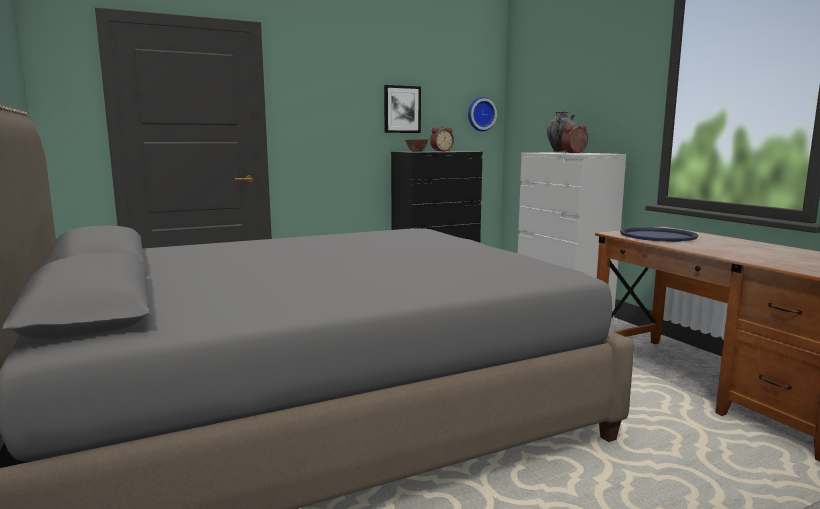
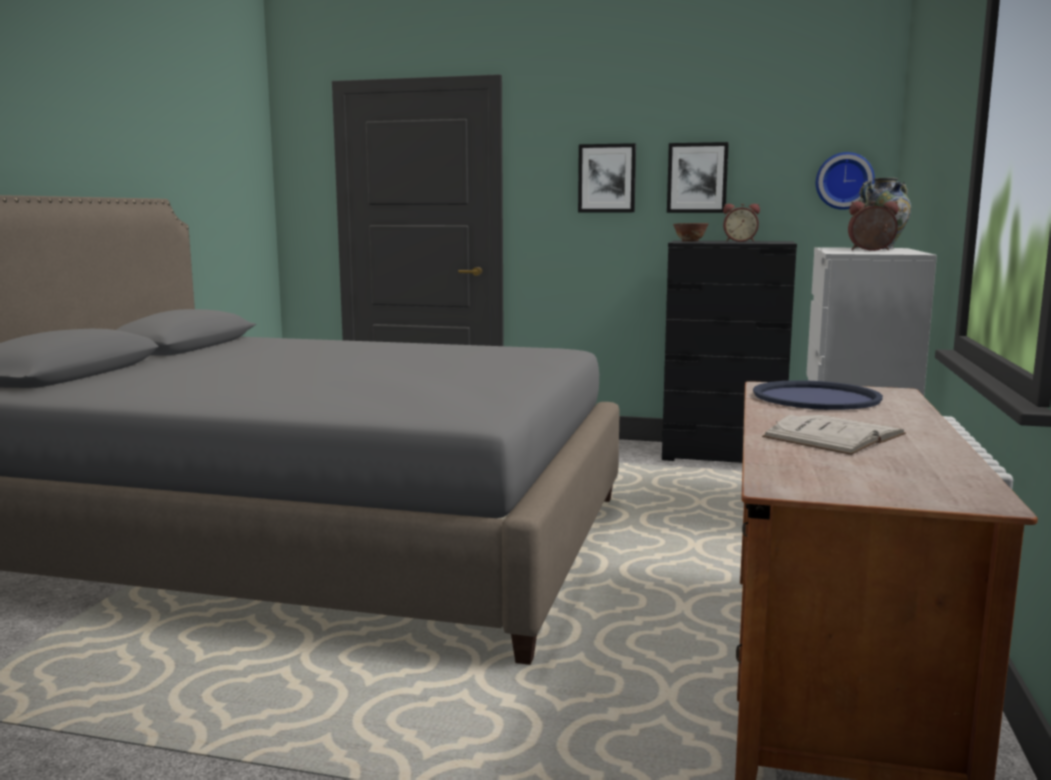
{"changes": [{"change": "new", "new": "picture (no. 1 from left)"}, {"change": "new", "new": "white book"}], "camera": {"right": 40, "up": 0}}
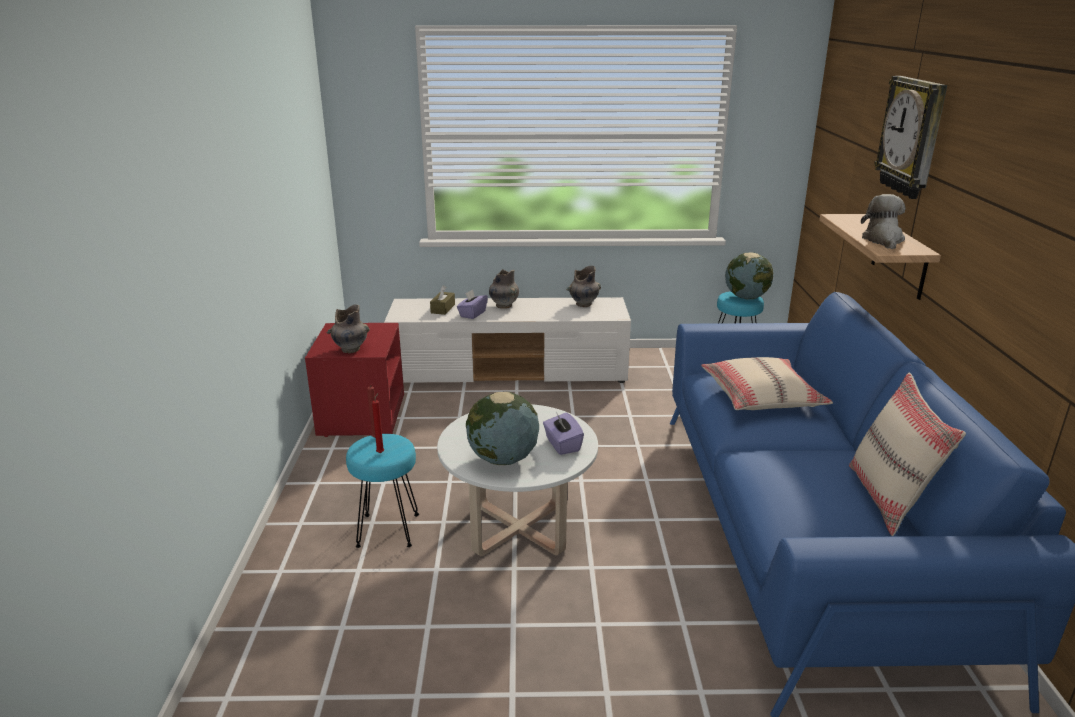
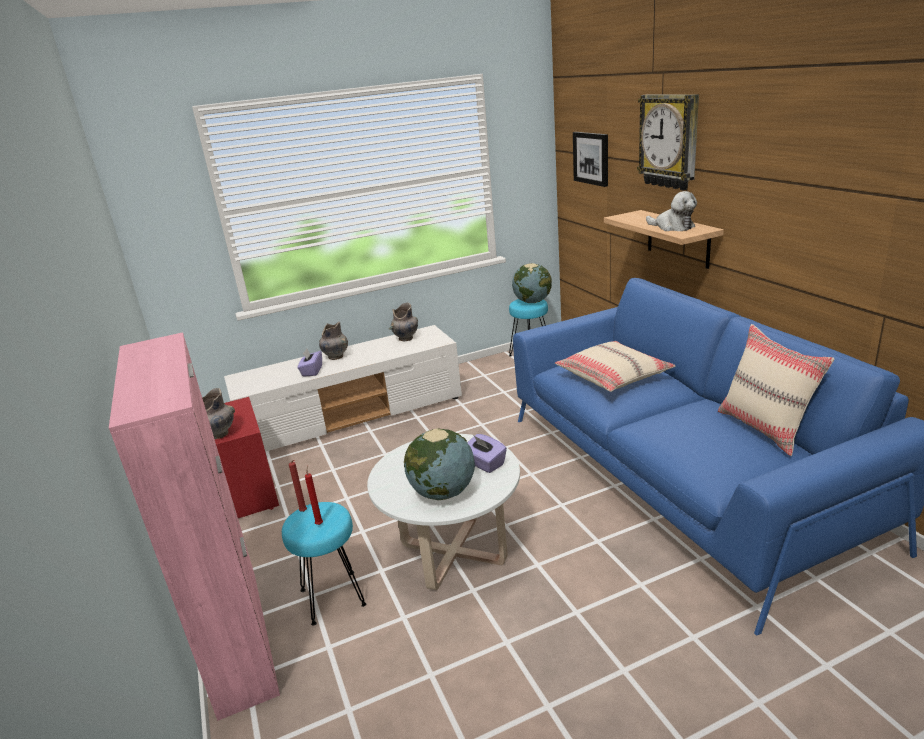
{"changes": [{"change": "rotated", "old": "plush toy", "degrees": 150}, {"change": "gone", "old": "brown tissue box"}, {"change": "new", "new": "picture"}, {"change": "new", "new": "pink cabinet"}], "camera": {"right": -20, "up": 0}}
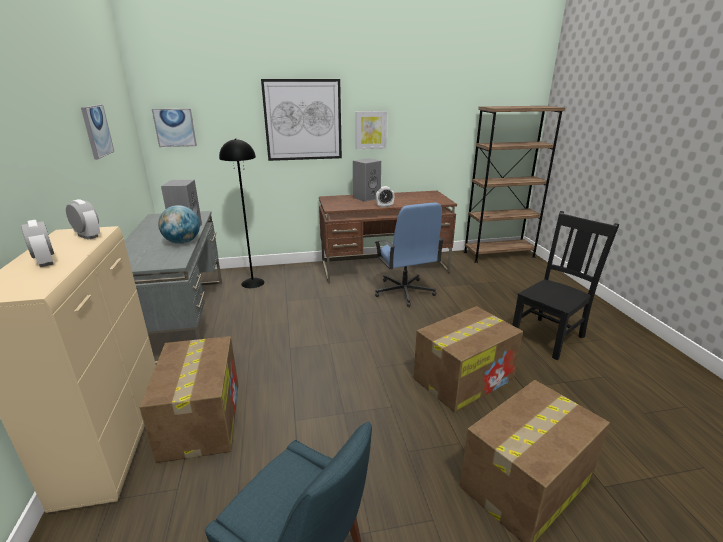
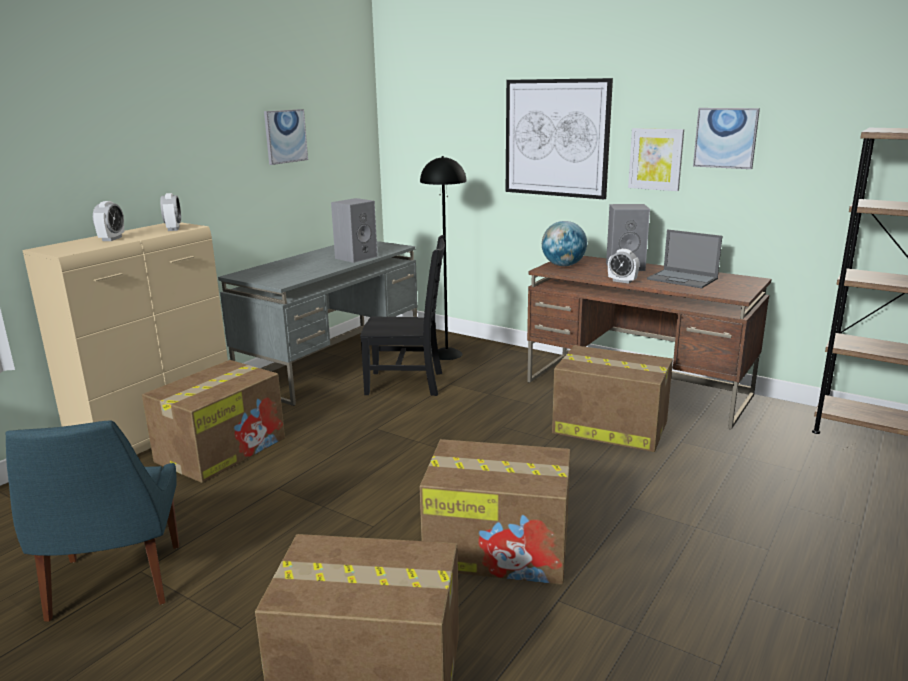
{"changes": [{"change": "shifted", "old": "picture (no. 2 from left in the first image)", "new": "picture (no. 4 from left)"}, {"change": "swapped", "old": "blue office chair", "new": "cardboard box (no. 4 from left)"}, {"change": "shifted", "old": "globe"}, {"change": "shifted", "old": "black chair"}, {"change": "new", "new": "laptop"}], "camera": {"right": 45, "up": -5}}
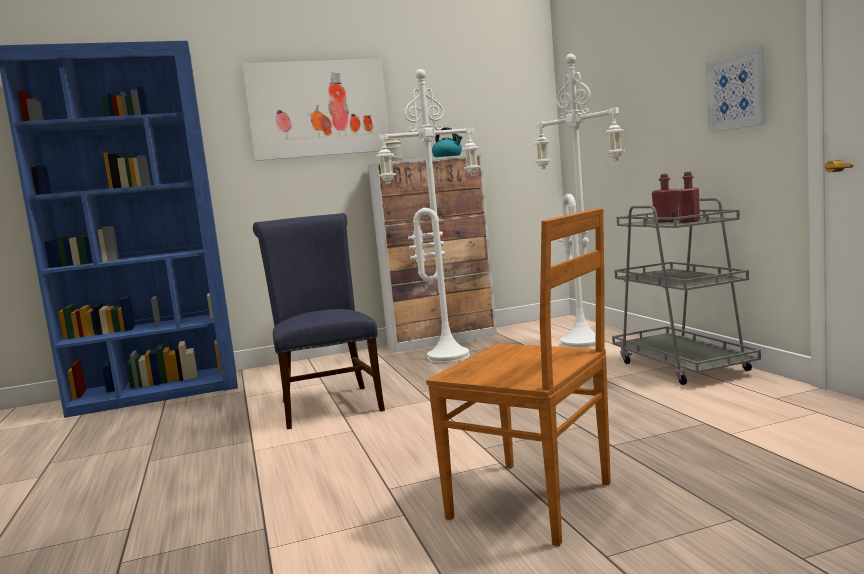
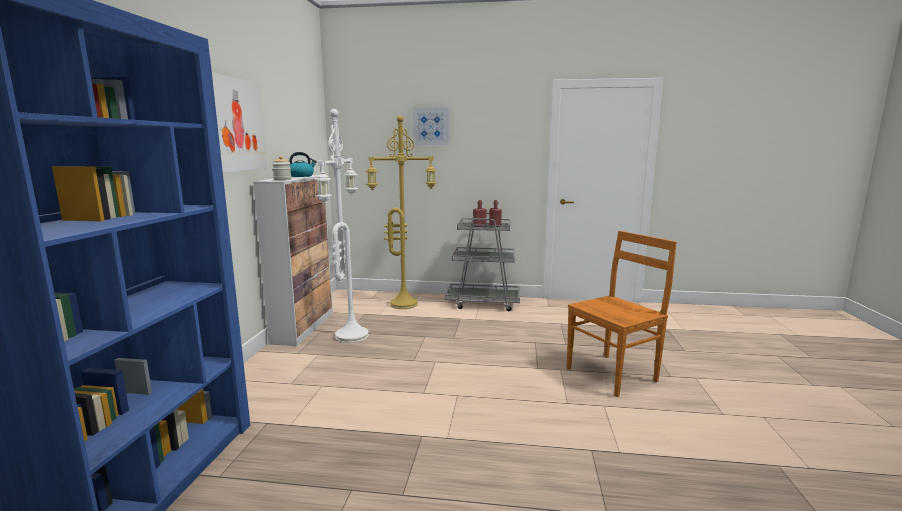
{"changes": [{"change": "shifted", "old": "picture (no. 2 from left)"}, {"change": "repainted", "old": "white floor lamp (no. 2 from left)", "new": "yellow floor lamp"}, {"change": "gone", "old": "blue chair"}], "camera": {"right": -65, "up": 5}}
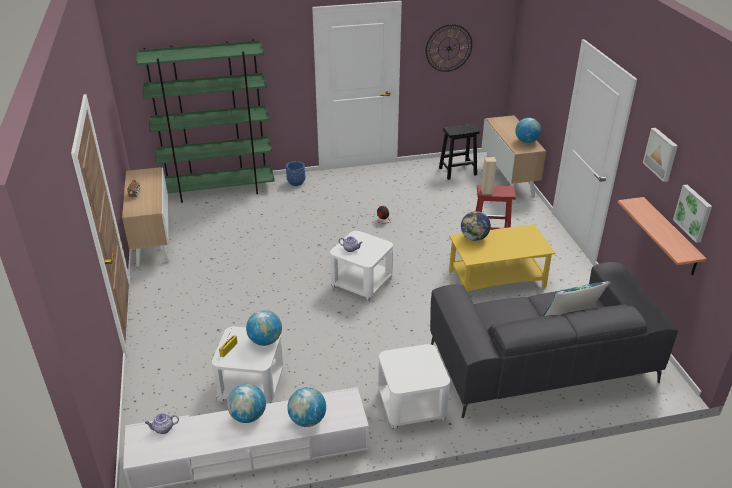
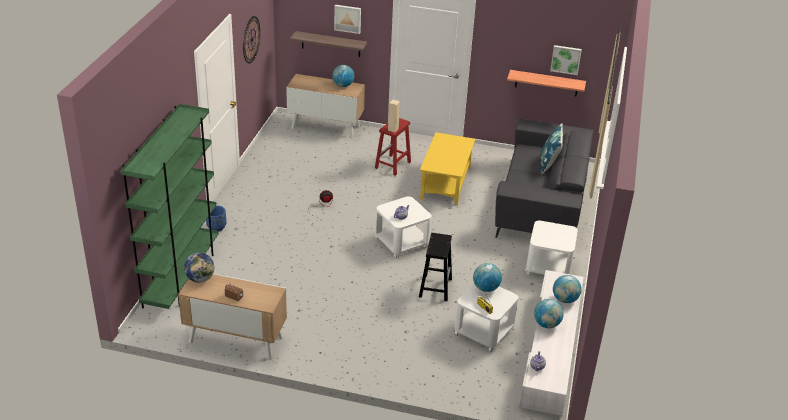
{"changes": [{"change": "shifted", "old": "black stool"}, {"change": "shifted", "old": "picture (no. 1 from left)"}, {"change": "shifted", "old": "globe (no. 4 from left in the first image)", "new": "globe (no. 1 from left)"}, {"change": "new", "new": "shelf (no. 1 from left)"}], "camera": {"right": -65, "up": 0}}
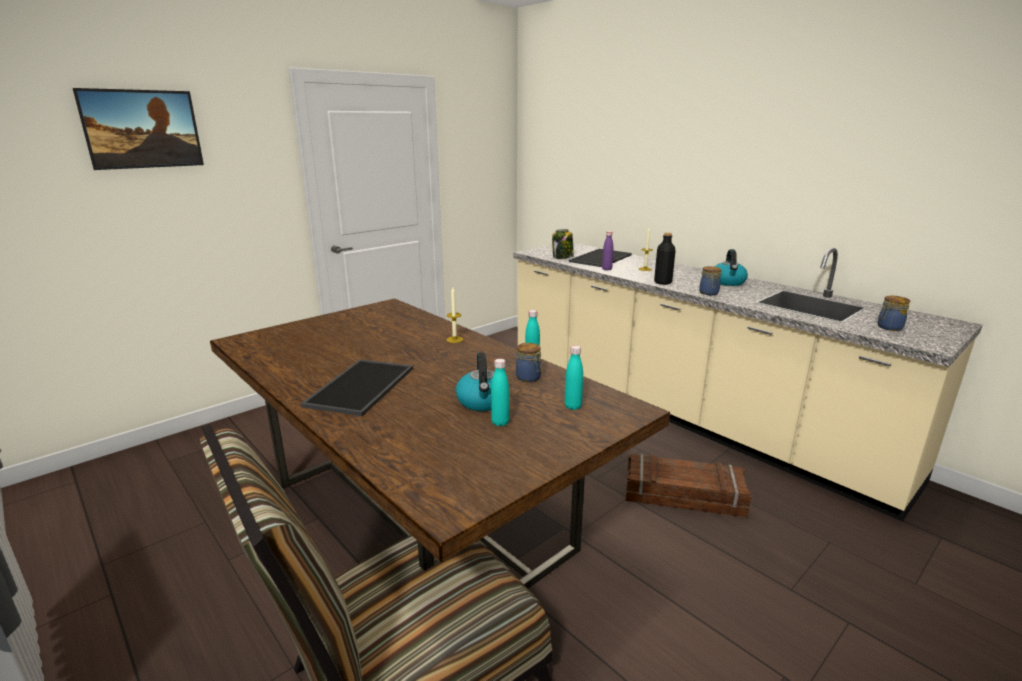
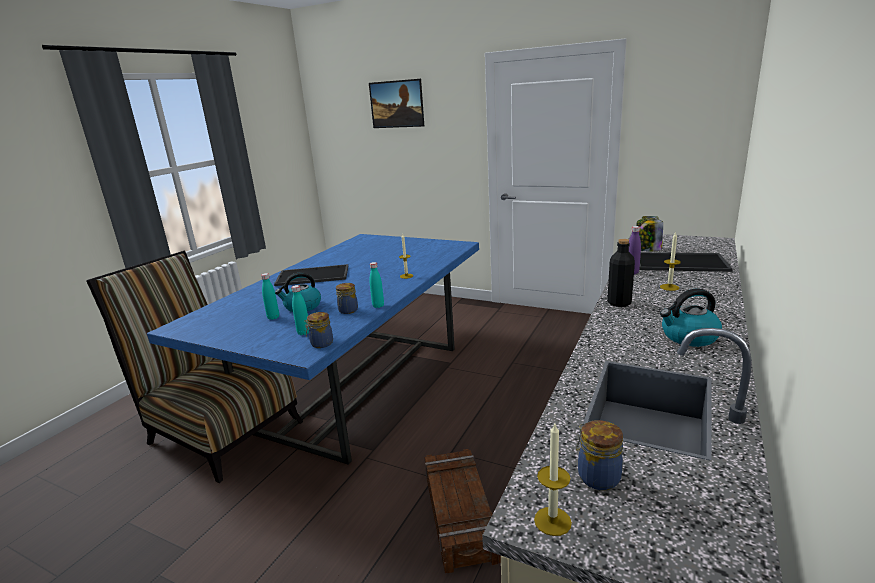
{"changes": [{"change": "shifted", "old": "jar (no. 3 from left in the first image)", "new": "jar (no. 1 from left)"}, {"change": "repainted", "old": "brown dining table", "new": "blue dining table"}, {"change": "new", "new": "candle (no. 2 from left)"}], "camera": {"right": 70, "up": 0}}
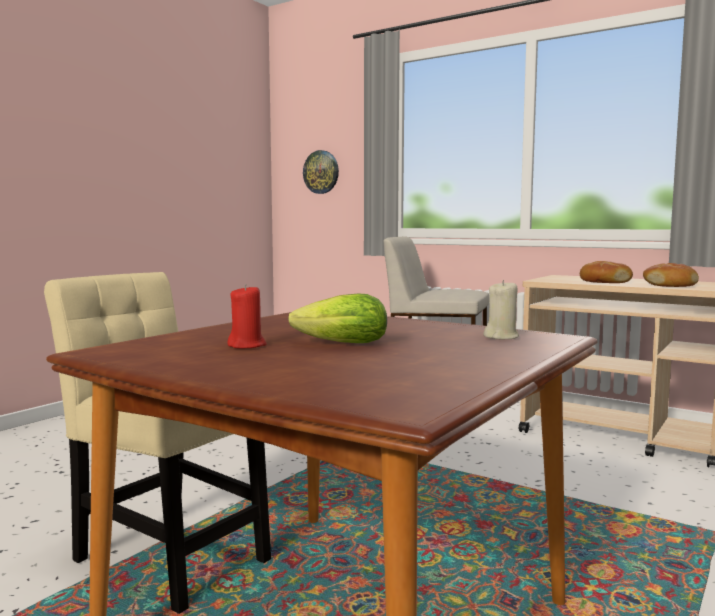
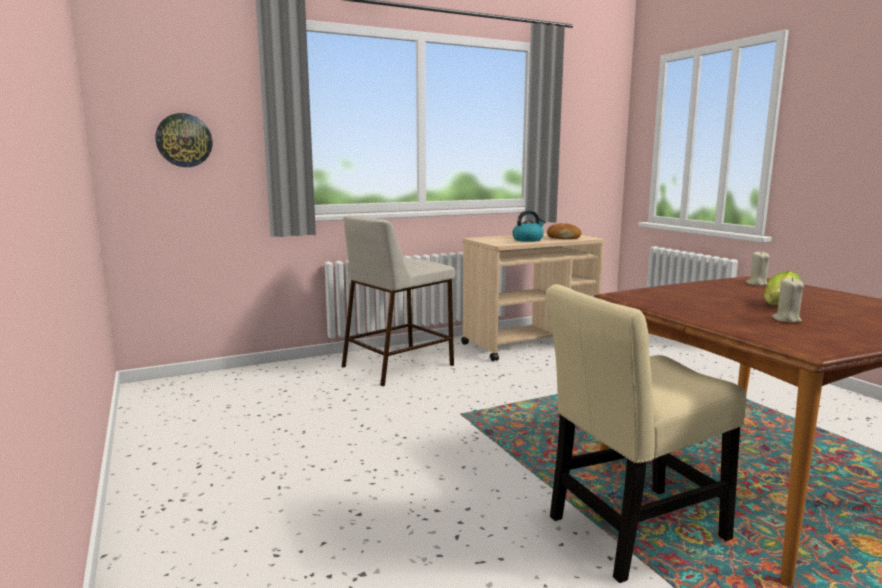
{"changes": [{"change": "swapped", "old": "bread (no. 1 from left)", "new": "kettle"}, {"change": "repainted", "old": "red candle", "new": "beige candle (no. 2 from left)"}], "camera": {"right": -60, "up": 5}}
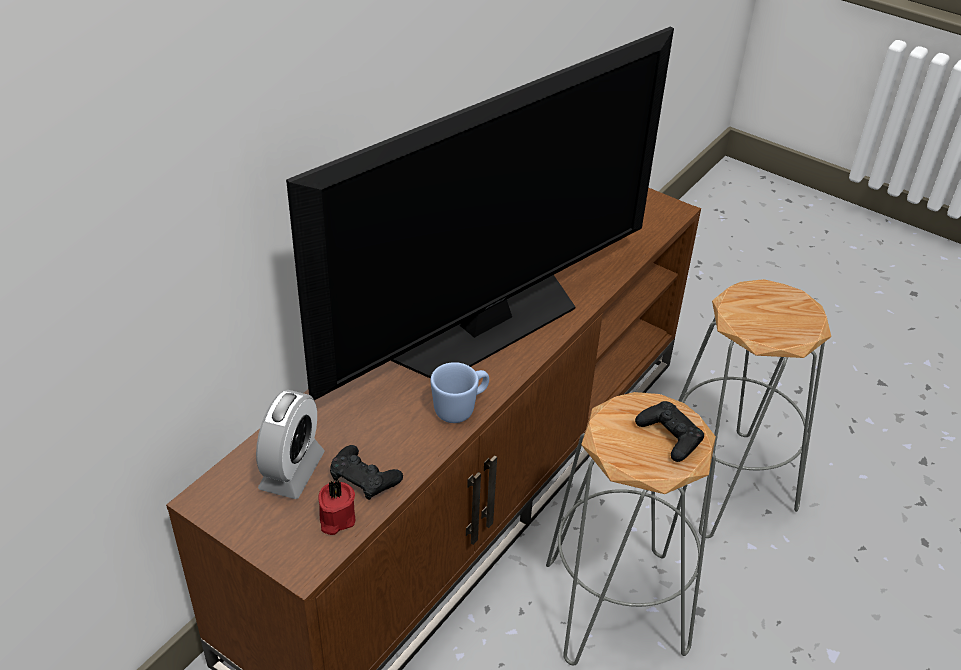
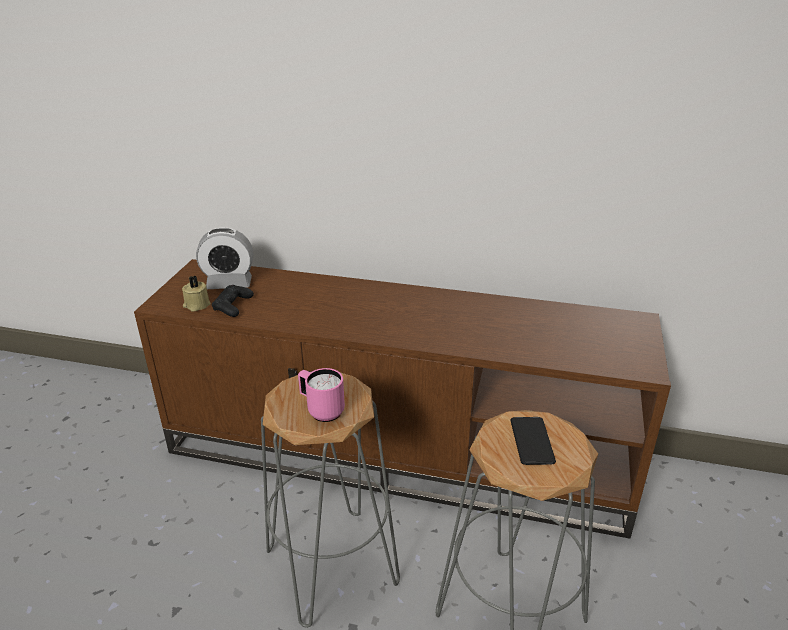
{"changes": [{"change": "gone", "old": "television"}, {"change": "gone", "old": "blue mug"}, {"change": "swapped", "old": "black game controller (no. 2 from left)", "new": "pink mug"}, {"change": "repainted", "old": "red candle", "new": "beige candle"}, {"change": "new", "new": "phone"}], "camera": {"right": 70, "up": -10}}
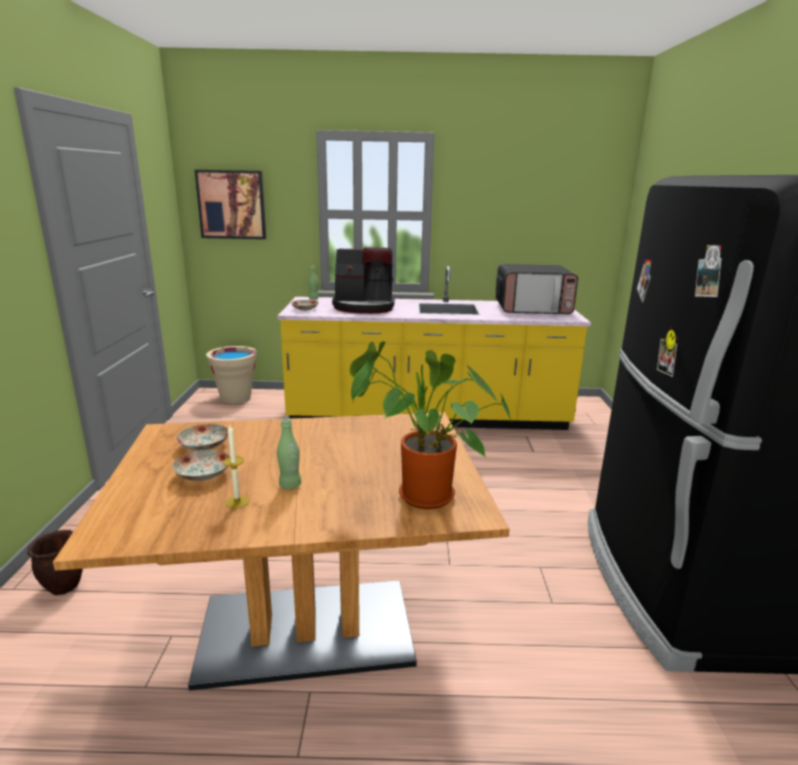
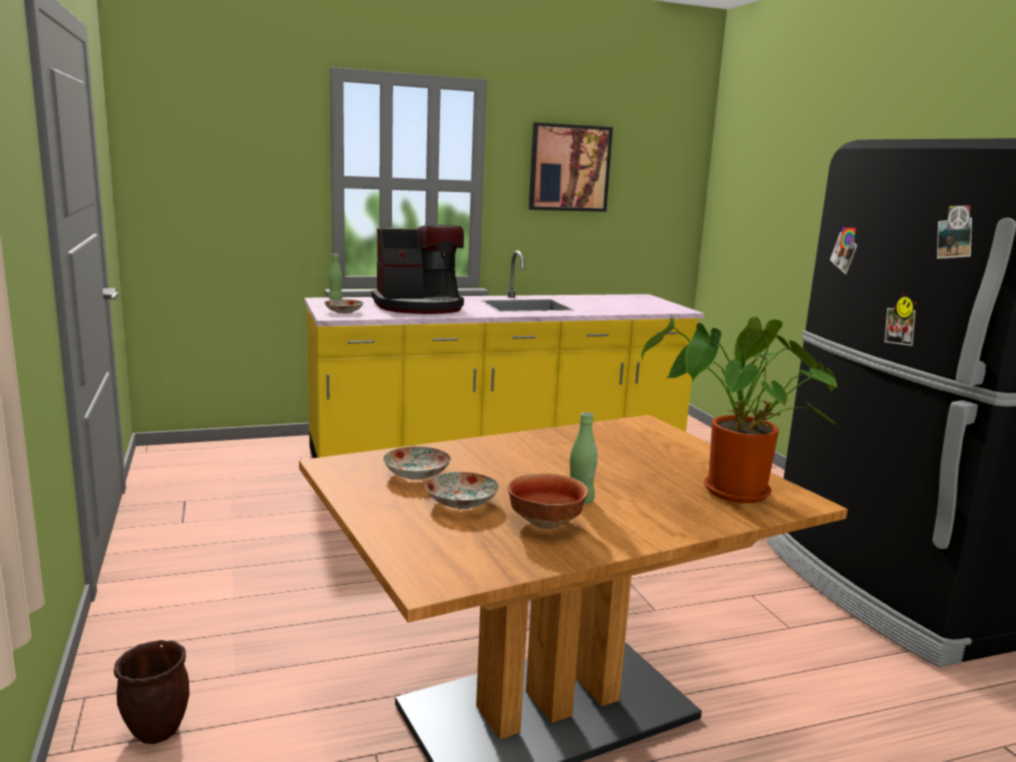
{"changes": [{"change": "shifted", "old": "picture"}, {"change": "gone", "old": "microwave"}, {"change": "gone", "old": "beige bucket"}, {"change": "swapped", "old": "candle", "new": "bowl"}], "camera": {"right": -20, "up": -5}}
